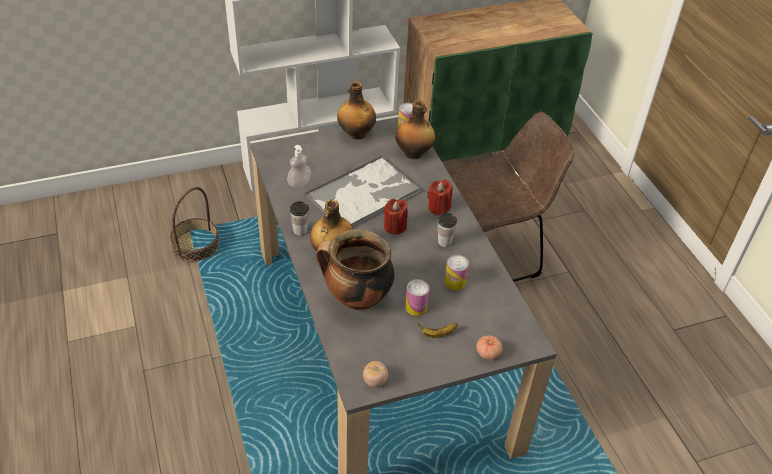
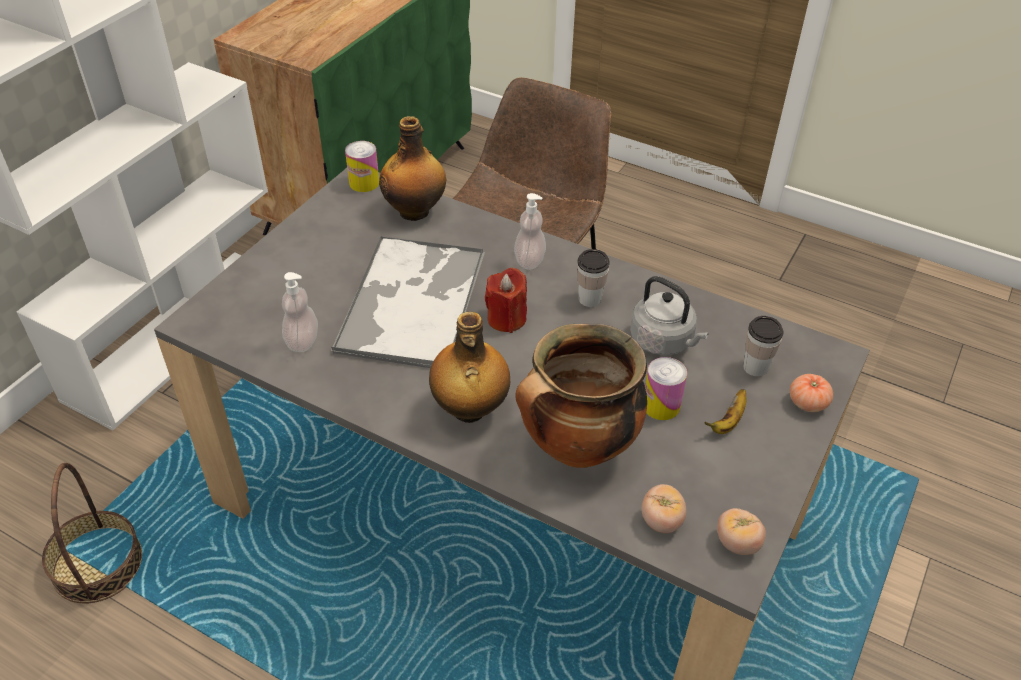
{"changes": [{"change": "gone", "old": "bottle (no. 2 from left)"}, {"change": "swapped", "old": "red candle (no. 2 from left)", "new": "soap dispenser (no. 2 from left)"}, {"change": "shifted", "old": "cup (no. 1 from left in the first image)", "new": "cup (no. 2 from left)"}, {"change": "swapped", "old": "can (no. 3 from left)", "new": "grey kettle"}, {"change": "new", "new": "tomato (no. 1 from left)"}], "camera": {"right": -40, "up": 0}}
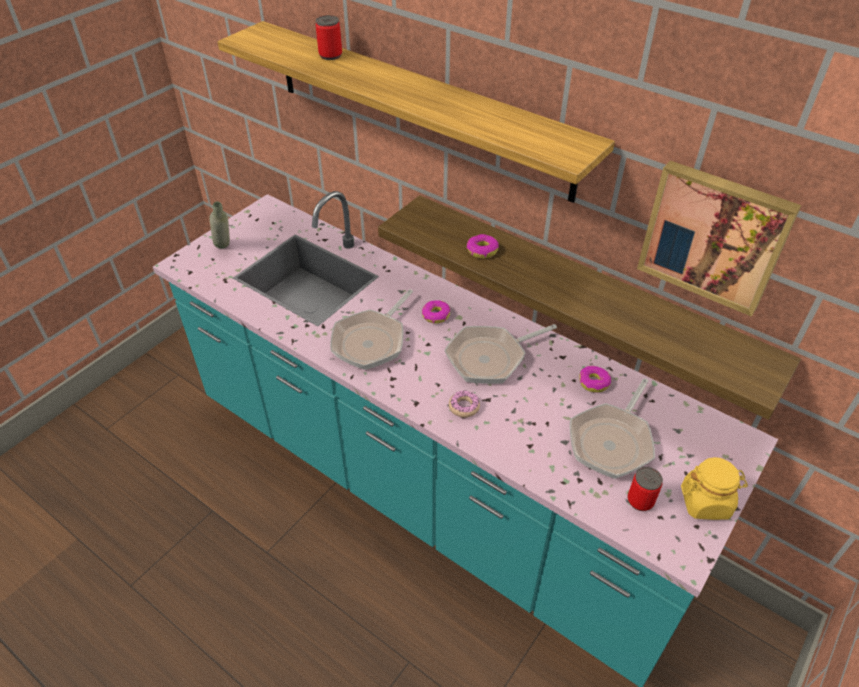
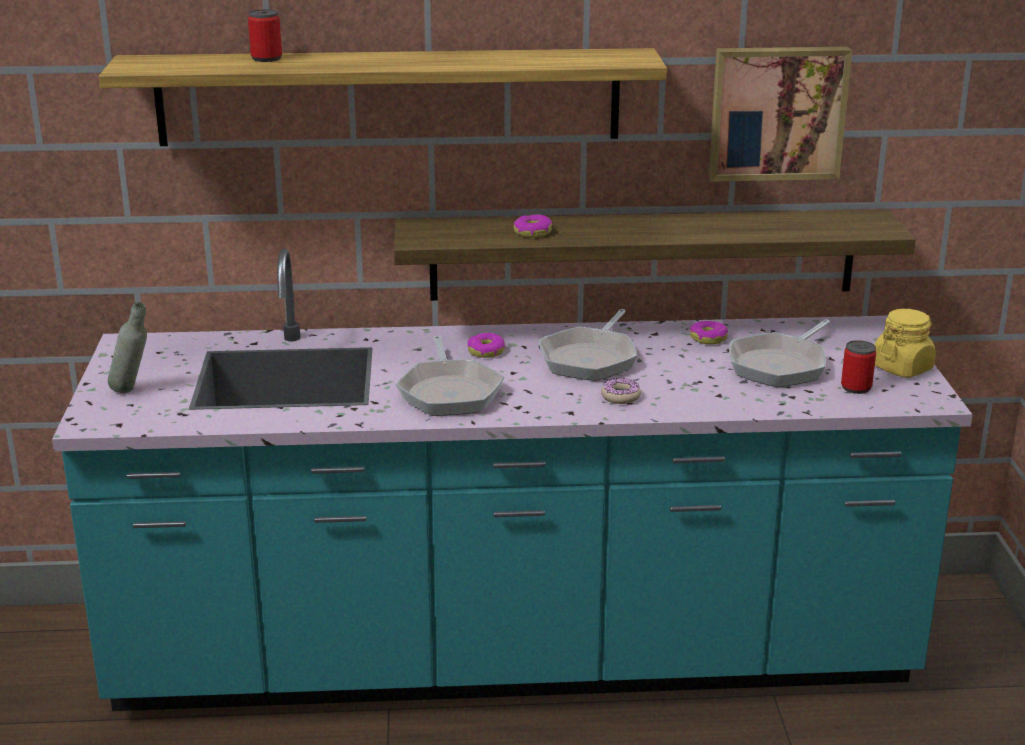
{"changes": [{"change": "rotated", "old": "frying pan (no. 3 from left)", "degrees": 45}], "camera": {"right": -40, "up": -20}}
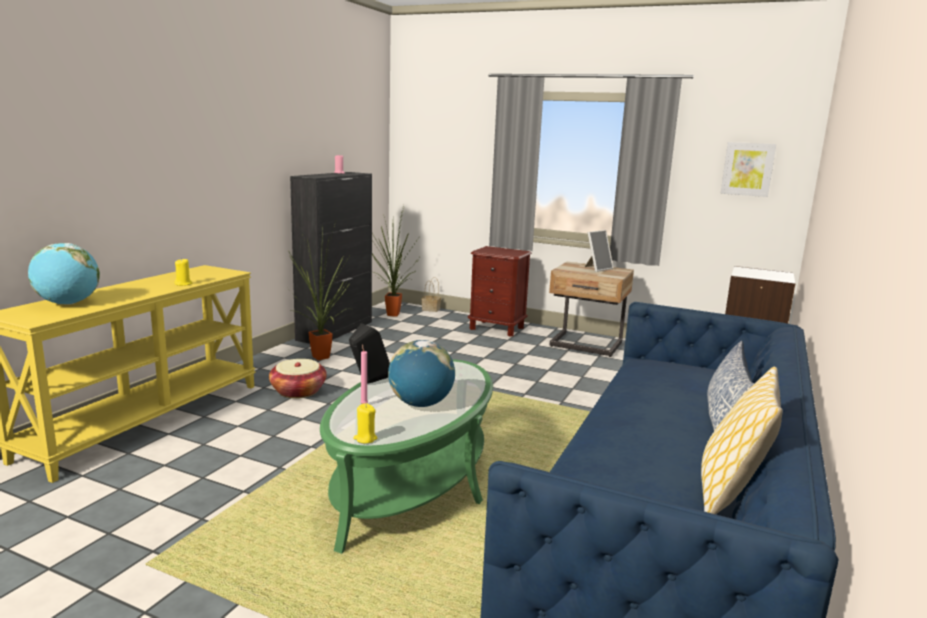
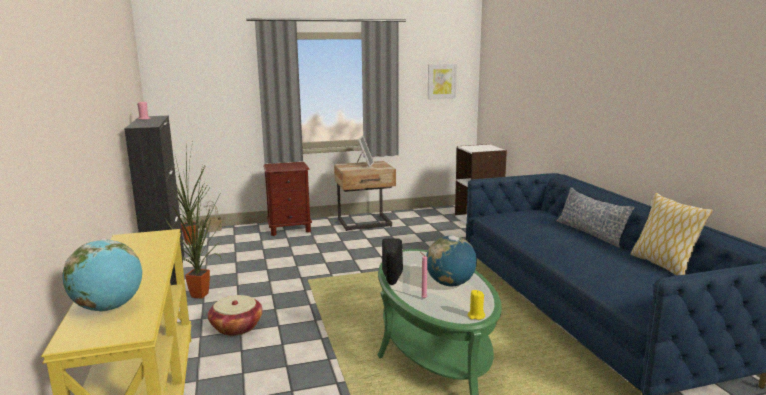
{"changes": [{"change": "gone", "old": "yellow candle (no. 1 from left)"}], "camera": {"right": -40, "up": 0}}
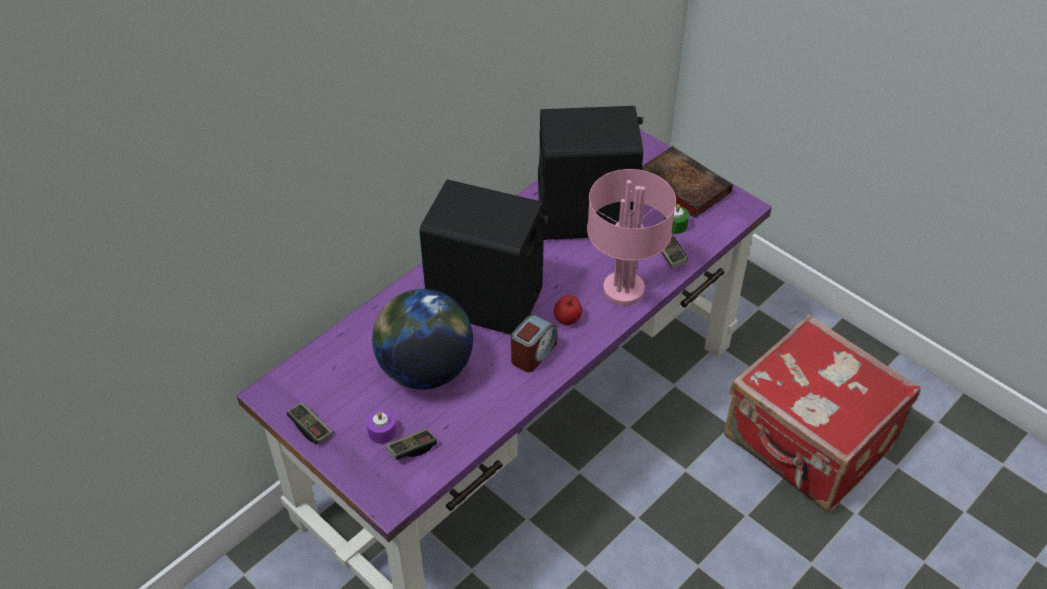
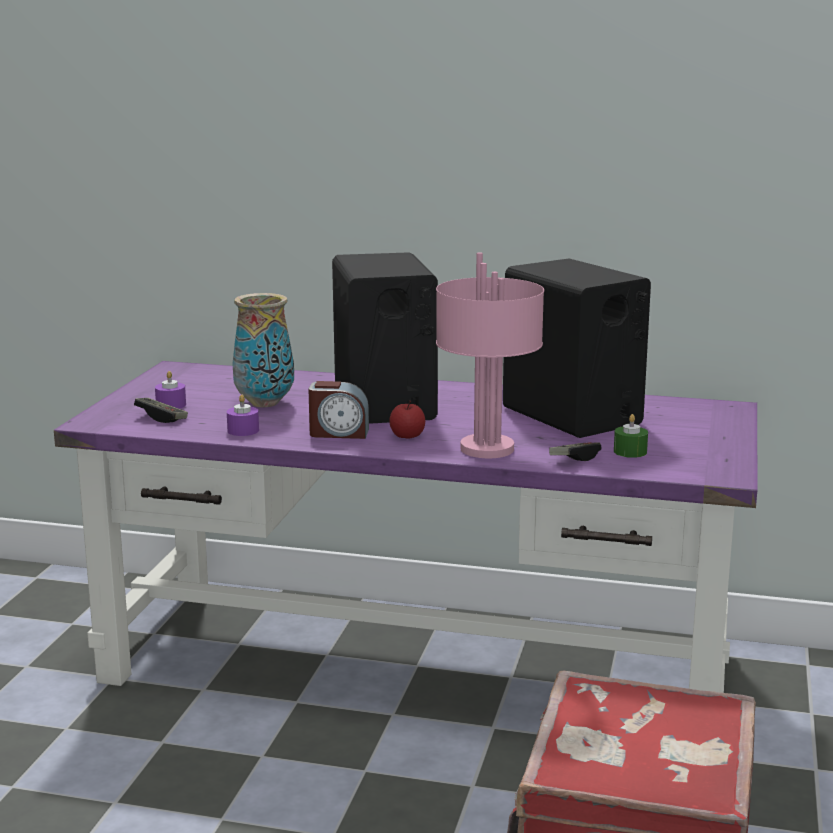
{"changes": [{"change": "gone", "old": "book"}, {"change": "swapped", "old": "globe", "new": "vase"}, {"change": "gone", "old": "game controller (no. 1 from left)"}, {"change": "new", "new": "purple candle (no. 2 from left)"}], "camera": {"right": 60, "up": -30}}
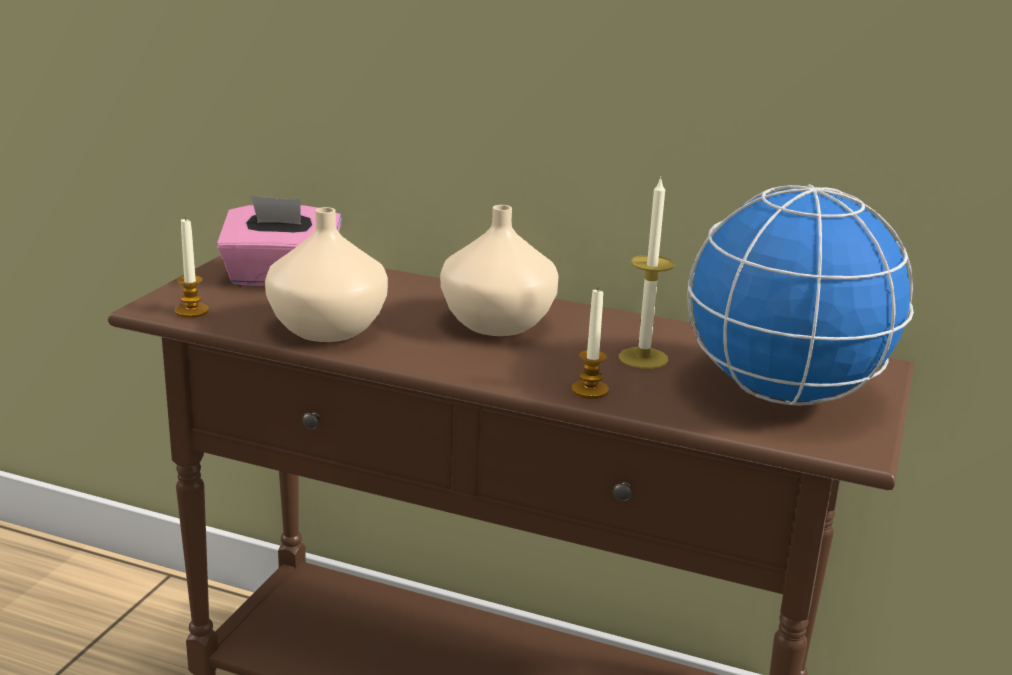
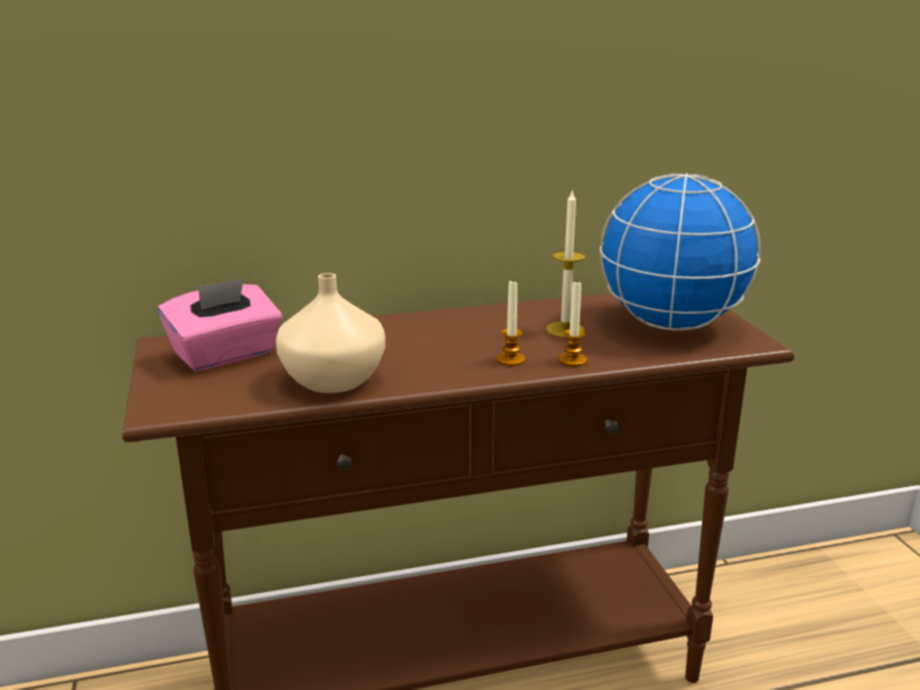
{"changes": [{"change": "gone", "old": "beige vase (no. 2 from left)"}, {"change": "shifted", "old": "candle (no. 1 from left)"}], "camera": {"right": -35, "up": 0}}
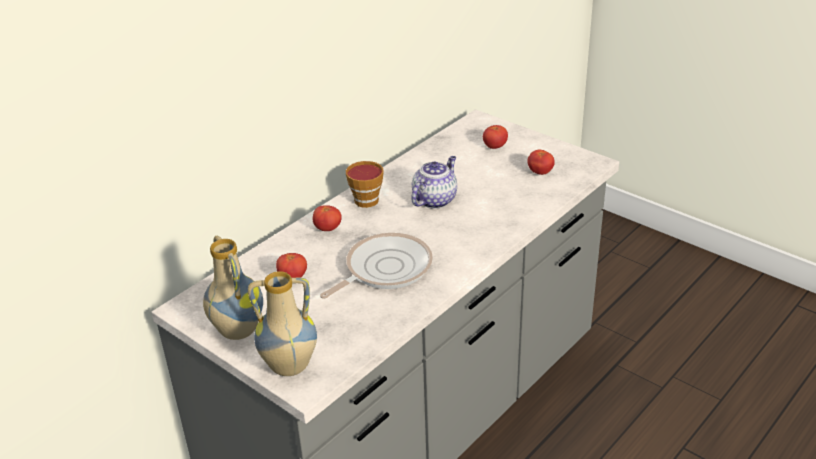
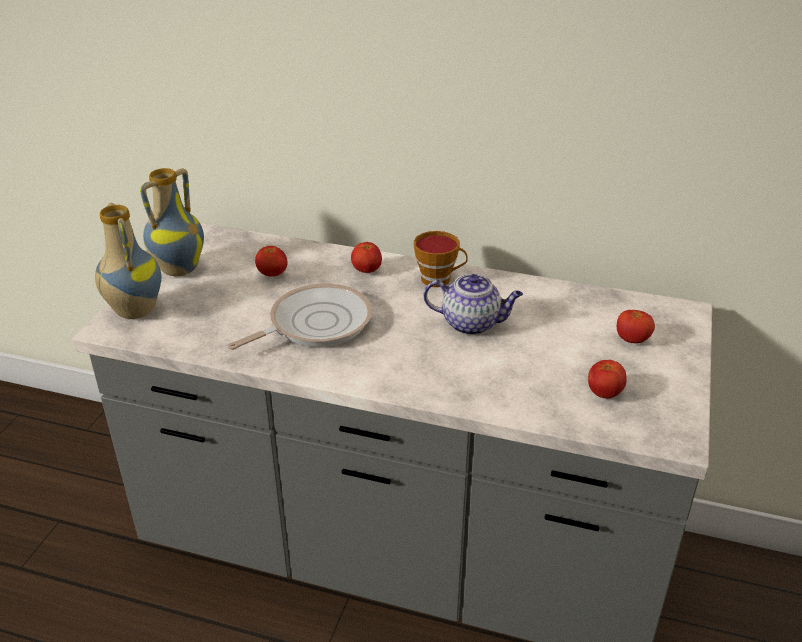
{"changes": [{"change": "rotated", "old": "frying pan", "degrees": -60}], "camera": {"right": 65, "up": 0}}
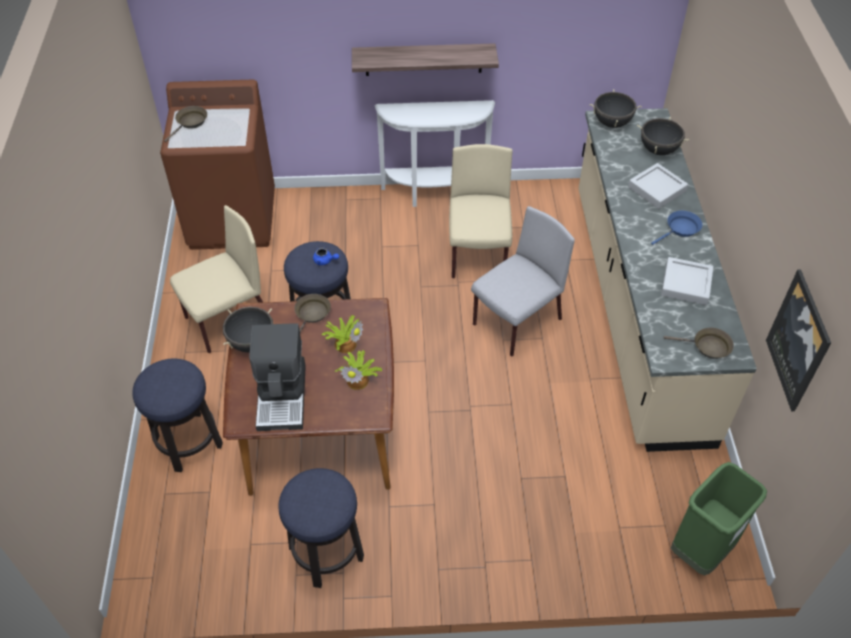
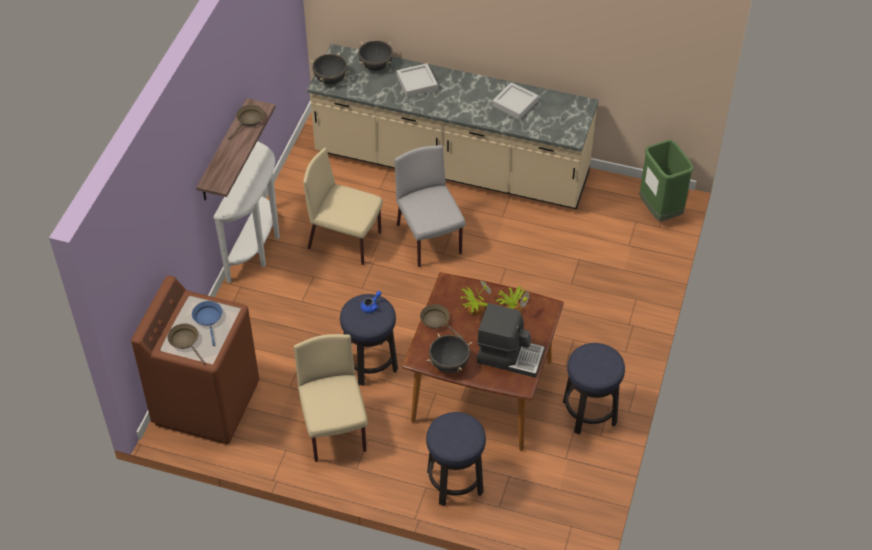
{"changes": [{"change": "shifted", "old": "blue frying pan"}, {"change": "gone", "old": "picture"}, {"change": "shifted", "old": "brown frying pan (no. 3 from left in the first image)", "new": "brown frying pan (no. 2 from left)"}], "camera": {"right": -70, "up": 0}}
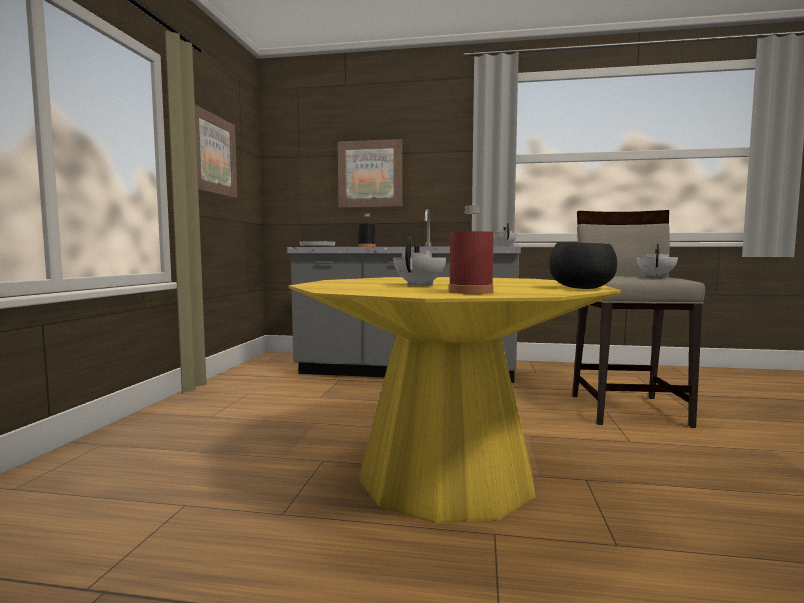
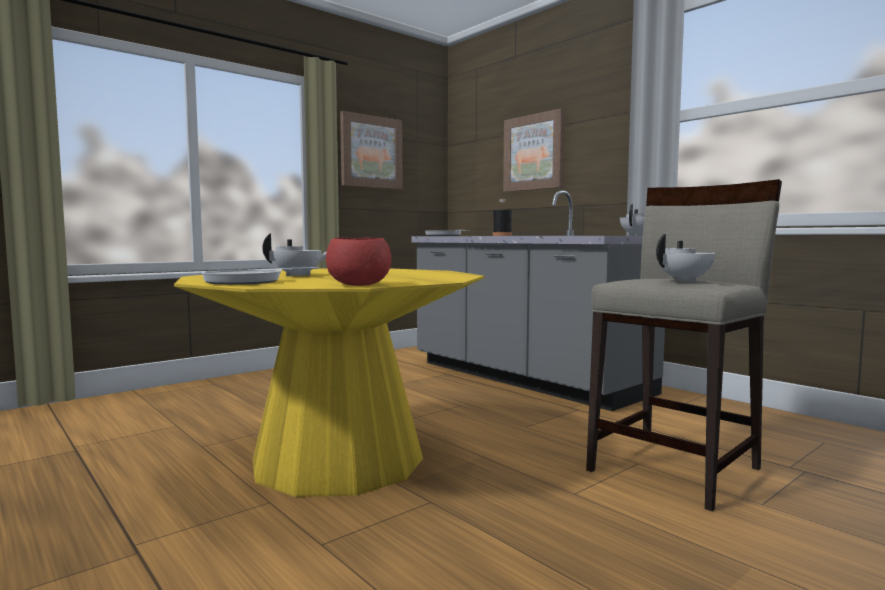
{"changes": [{"change": "swapped", "old": "red bottle", "new": "frying pan (no. 1 from left)"}, {"change": "repainted", "old": "black bowl", "new": "red bowl"}], "camera": {"right": 40, "up": 0}}
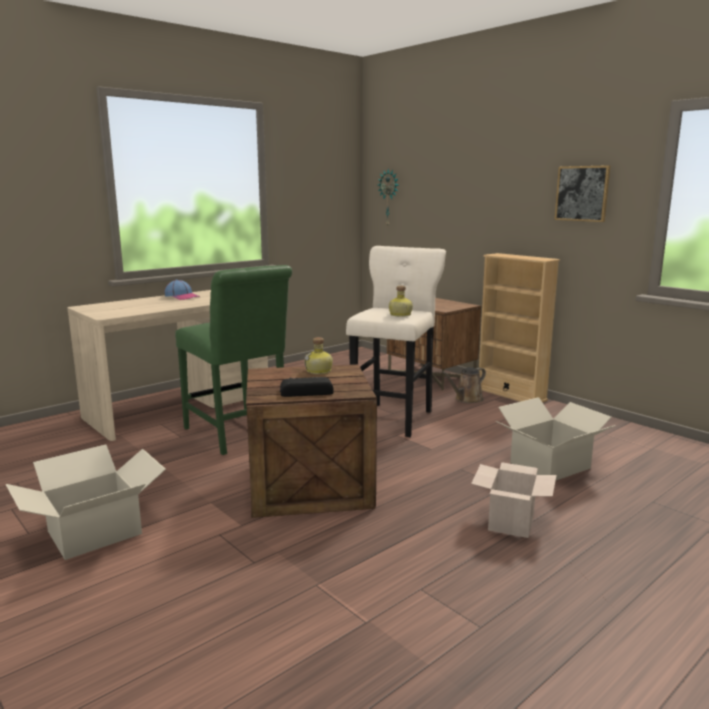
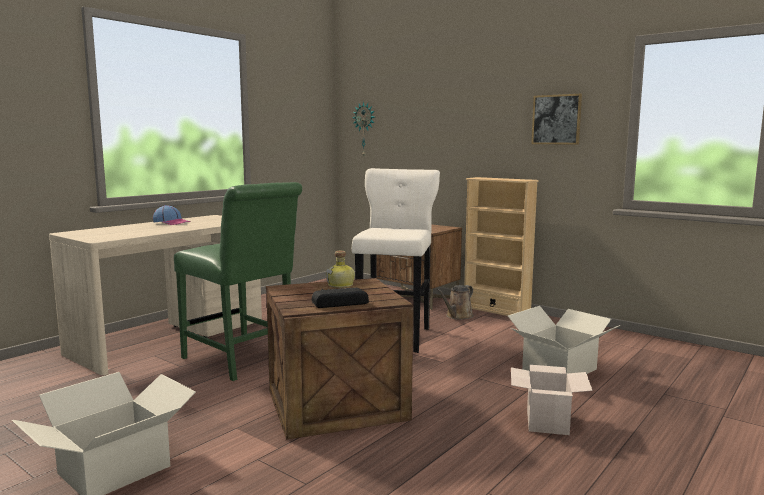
{"changes": [{"change": "gone", "old": "bottle (no. 2 from left)"}], "camera": {"right": -10, "up": -5}}
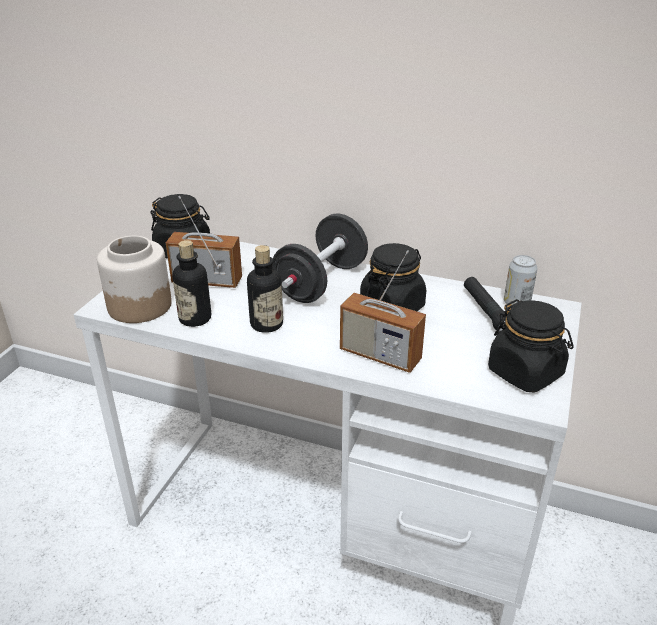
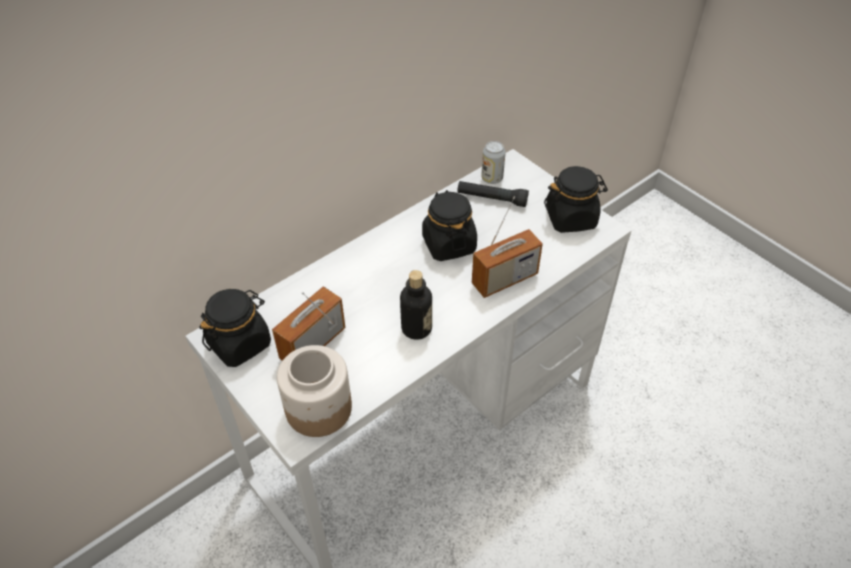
{"changes": [{"change": "gone", "old": "black dumbbell"}, {"change": "gone", "old": "bottle (no. 1 from left)"}], "camera": {"right": -60, "up": 15}}
